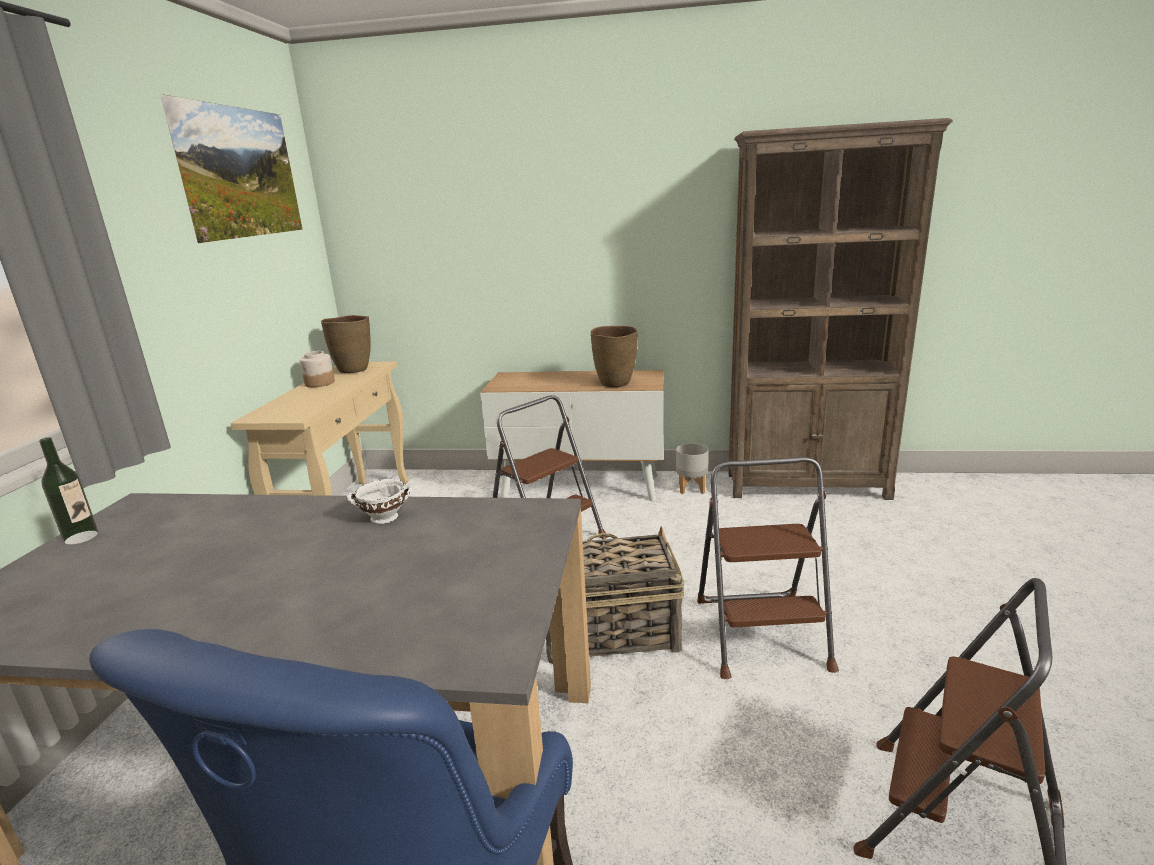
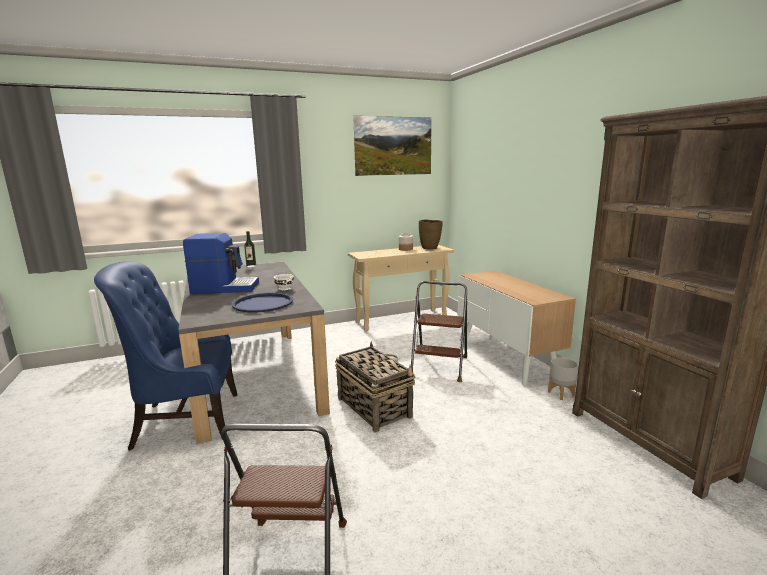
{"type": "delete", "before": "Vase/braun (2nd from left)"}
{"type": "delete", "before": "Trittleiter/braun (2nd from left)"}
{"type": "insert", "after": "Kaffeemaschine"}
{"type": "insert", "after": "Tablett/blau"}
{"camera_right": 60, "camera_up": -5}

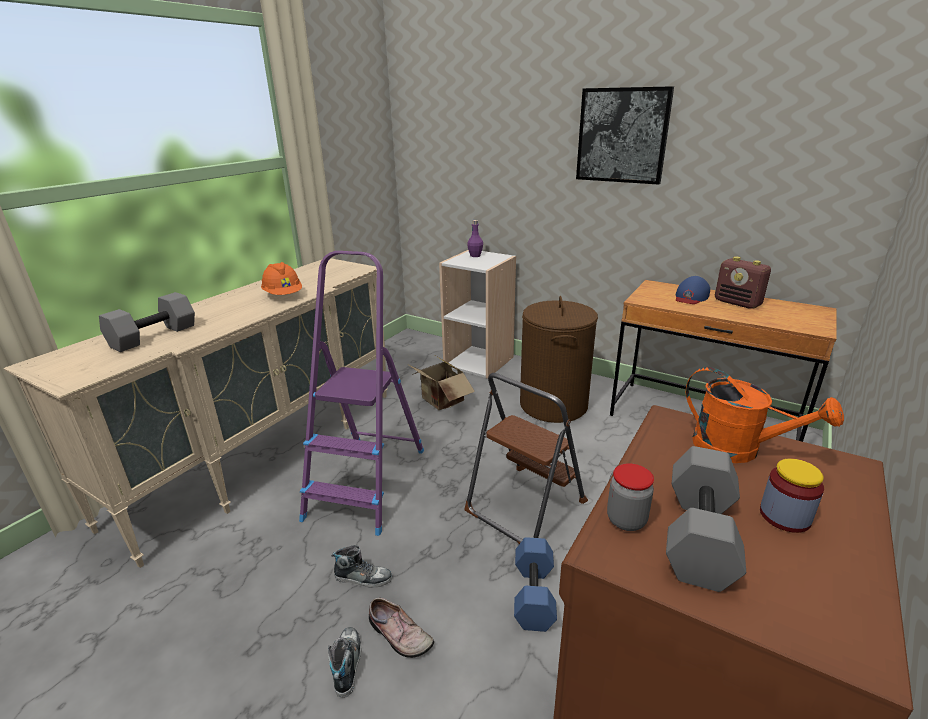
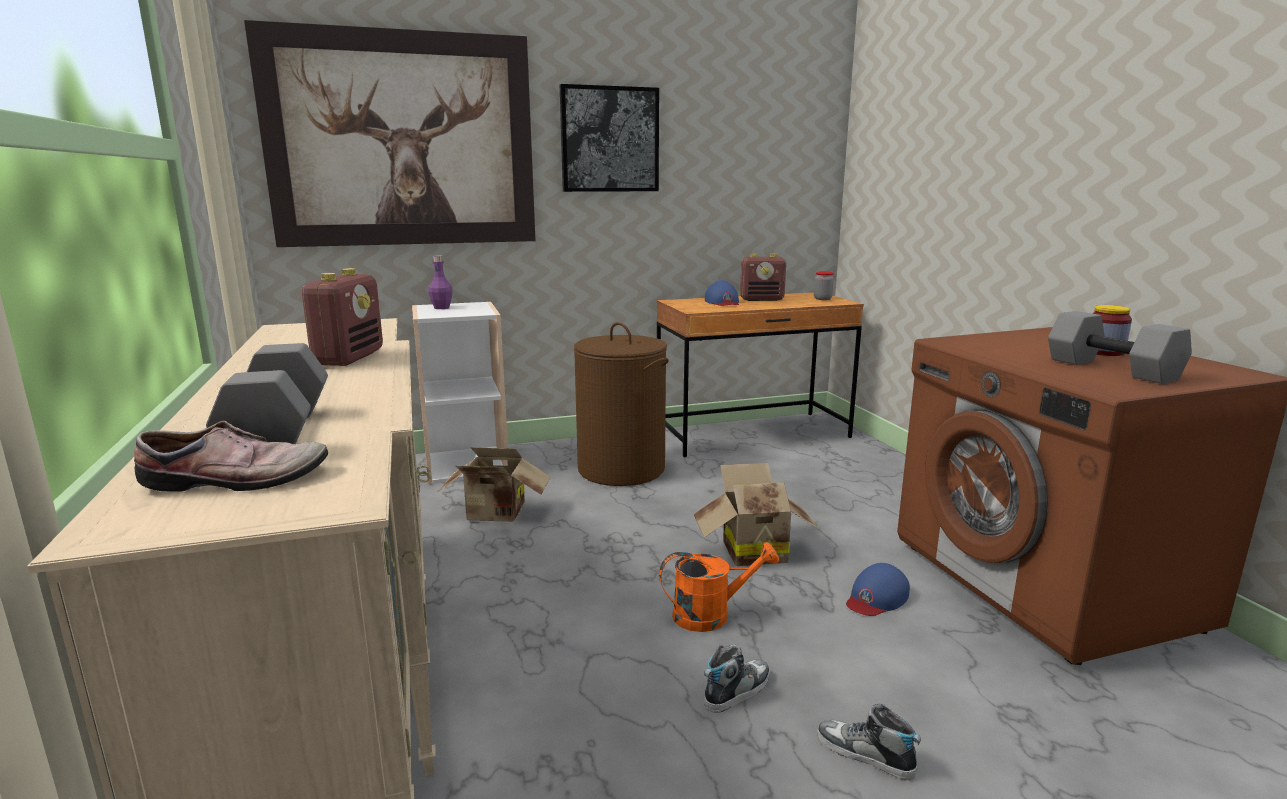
{"type": "delete", "before": "Trittleiter/lila"}
{"type": "replace", "before": "Schutzhelm/orange", "after": "Radio (1st from left)"}
{"type": "move", "before": "Gießkanne/orange"}
{"type": "replace", "before": "Trittleiter/braun", "after": "Karton (2nd from left)"}
{"type": "move", "before": "Vorratsglas (1st from left)"}
{"type": "replace", "before": "Hantel/blau", "after": "Kappe/blau (2nd from left)"}
{"type": "move", "before": "Schuh (3rd from left in the first image)", "after": "Schuh (1st from left)"}
{"type": "insert", "after": "Bild (1st from left)"}
{"camera_right": -50, "camera_up": -10}

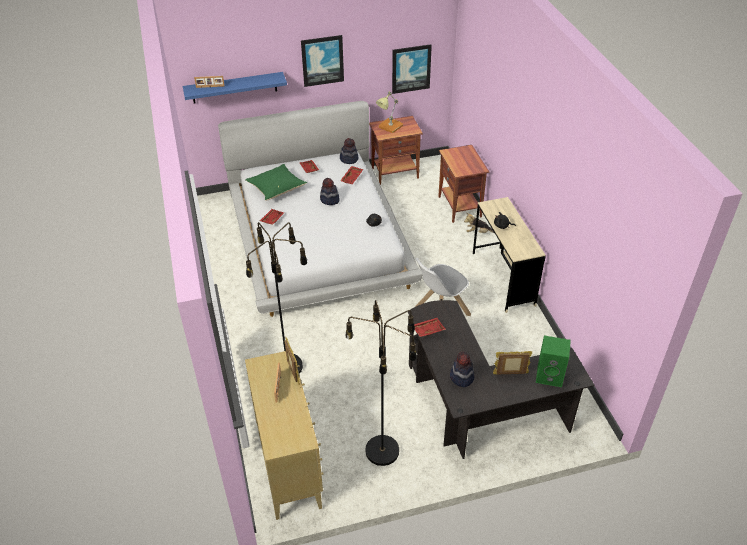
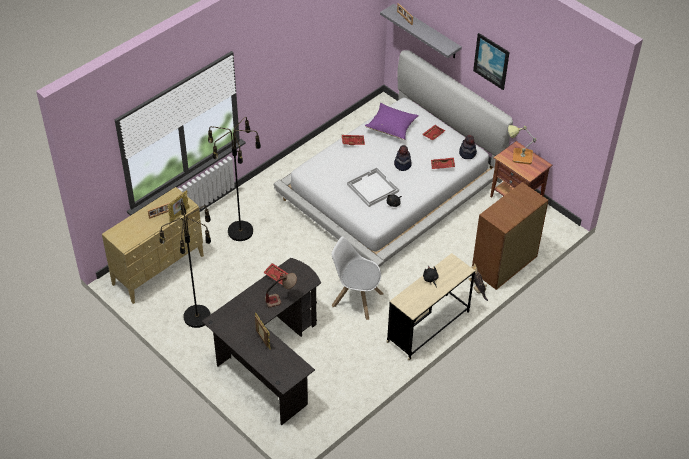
{"type": "delete", "before": "Bild (2nd from left)"}
{"type": "recolor", "before": "Wandregal/blau", "after": "Wandregal/grau"}
{"type": "replace", "before": "Nachttisch (2nd from left)", "after": "Schrank/braun"}
{"type": "recolor", "before": "Kissen/grün", "after": "Kissen/lila"}
{"type": "delete", "before": "Lautsprecher/grün"}
{"type": "delete", "before": "Hut (3rd from left)"}
{"type": "insert", "after": "Tablett/weiß"}
{"type": "insert", "after": "Tischlampe (1st from left)"}
{"camera_right": 60, "camera_up": 5}

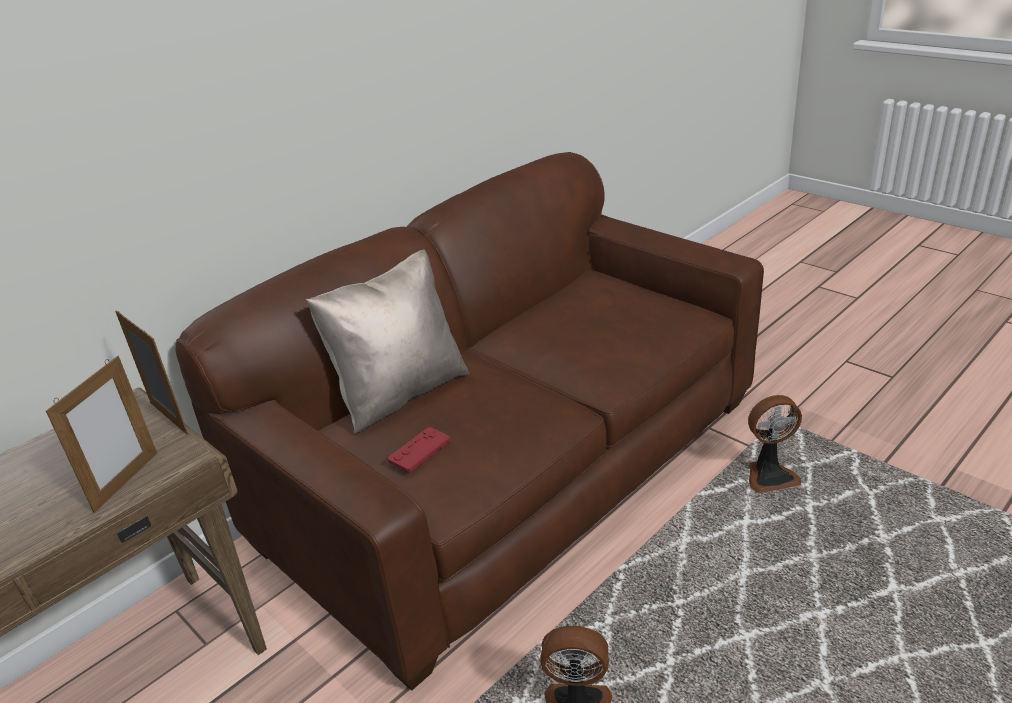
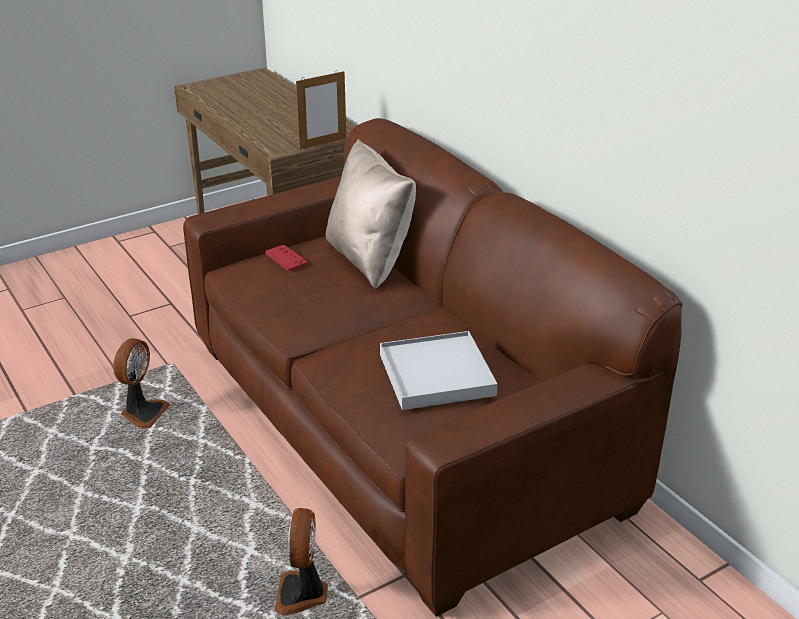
{"type": "delete", "before": "Bilderrahmen (1st from left)"}
{"type": "insert", "after": "Tablett/weiß"}
{"camera_right": 100, "camera_up": 0}

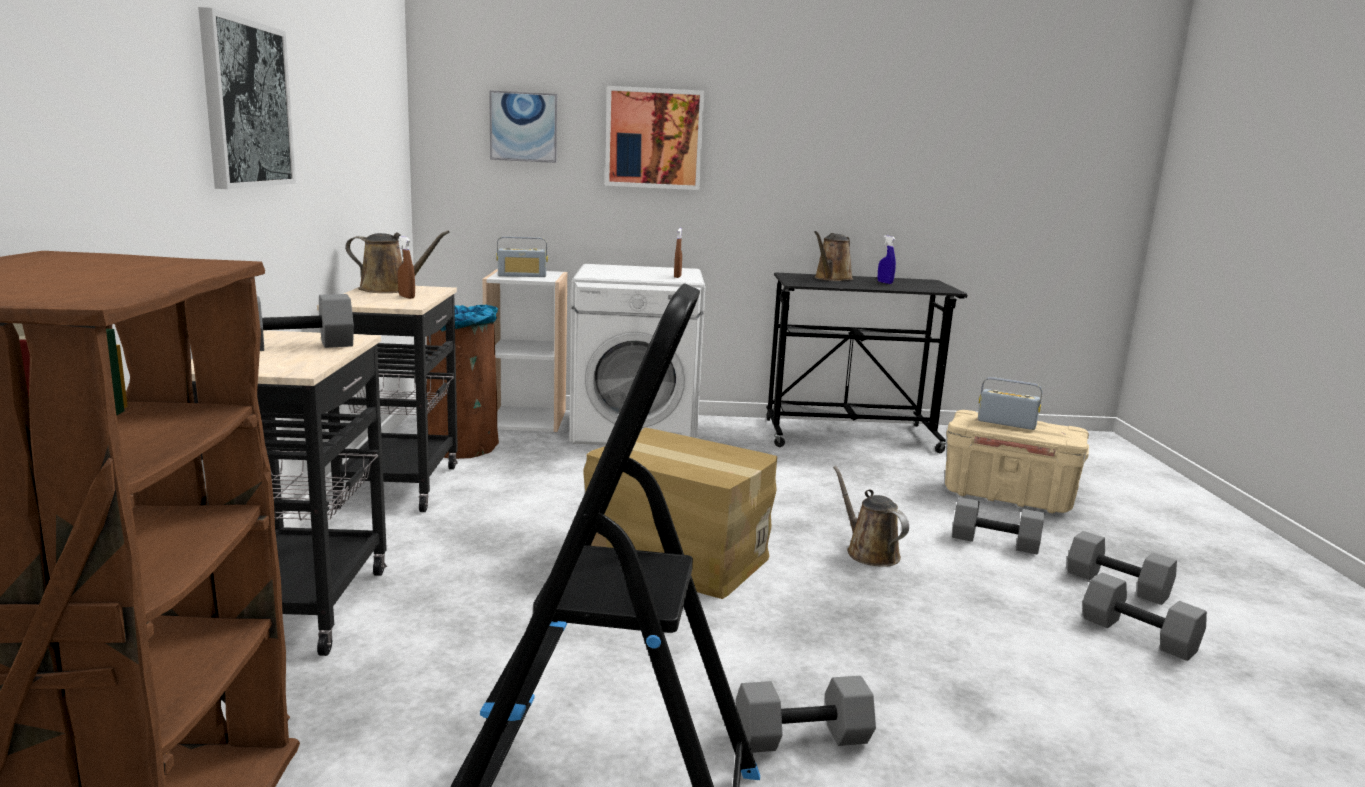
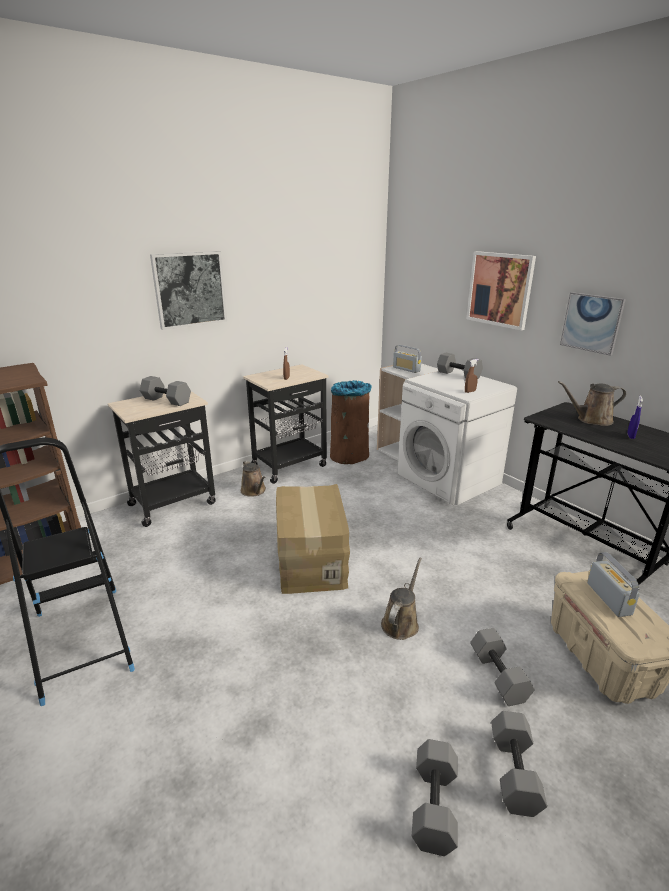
{"type": "move", "before": "Bild (2nd from left in the first image)", "after": "Bild (3rd from left)"}
{"type": "move", "before": "Gießkanne/braun (1st from left)"}
{"type": "move", "before": "Hantel/grau (2nd from left in the first image)", "after": "Hantel/grau (3rd from left)"}
{"camera_right": 55, "camera_up": 10}

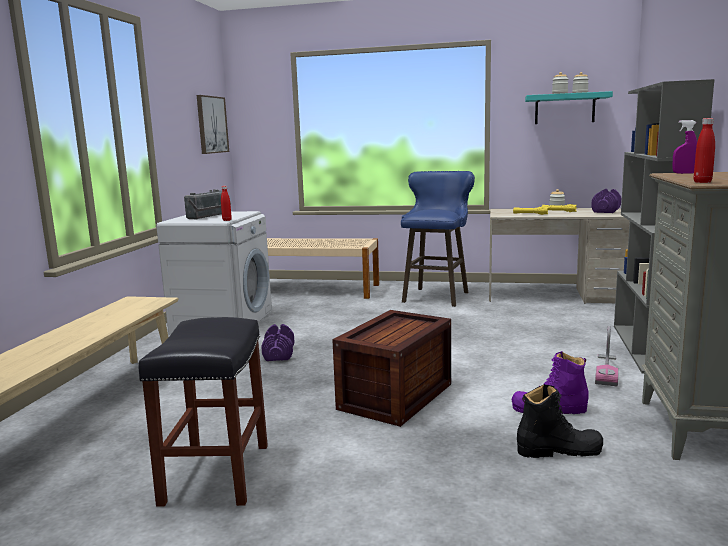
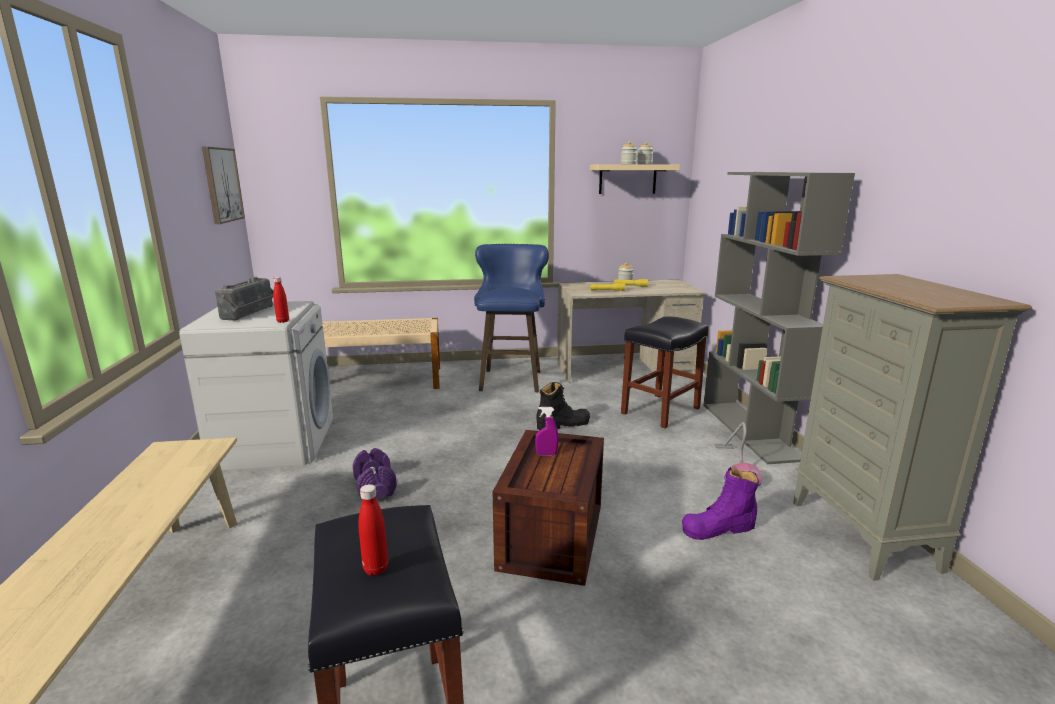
{"type": "recolor", "before": "Wandregal/türkis", "after": "Wandregal/beige"}
{"type": "move", "before": "Flasche/rot (2nd from left)"}
{"type": "move", "before": "Sprühflasche/lila"}
{"type": "delete", "before": "Hantel/lila (2nd from left)"}
{"type": "move", "before": "Stiefel/schwarz"}
{"type": "insert", "after": "Hocker/schwarz (2nd from left)"}
{"camera_right": -20, "camera_up": 5}

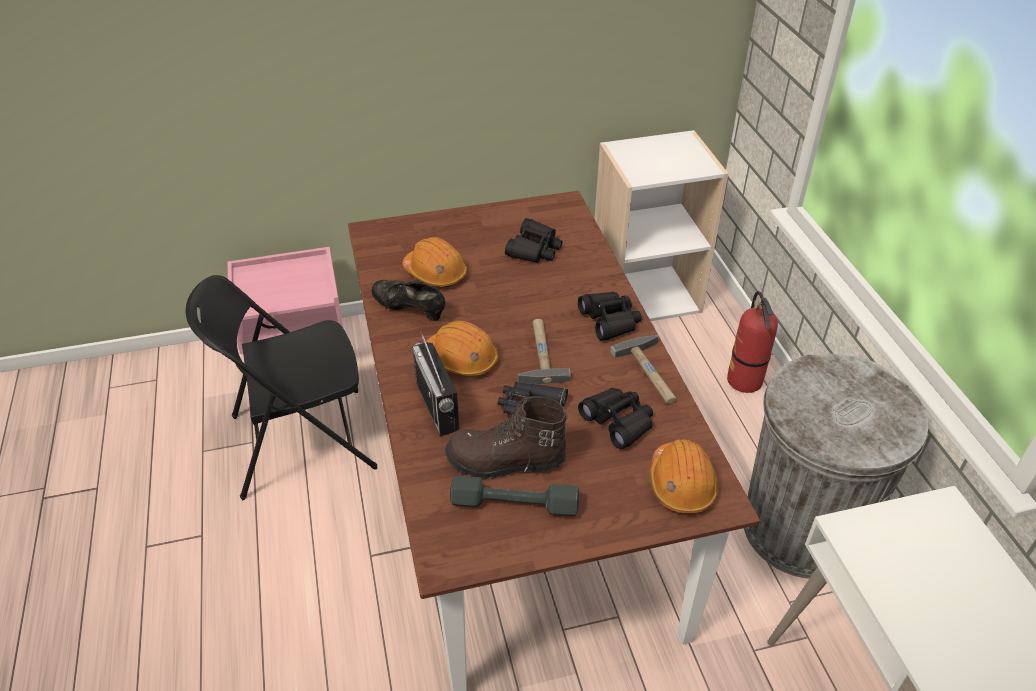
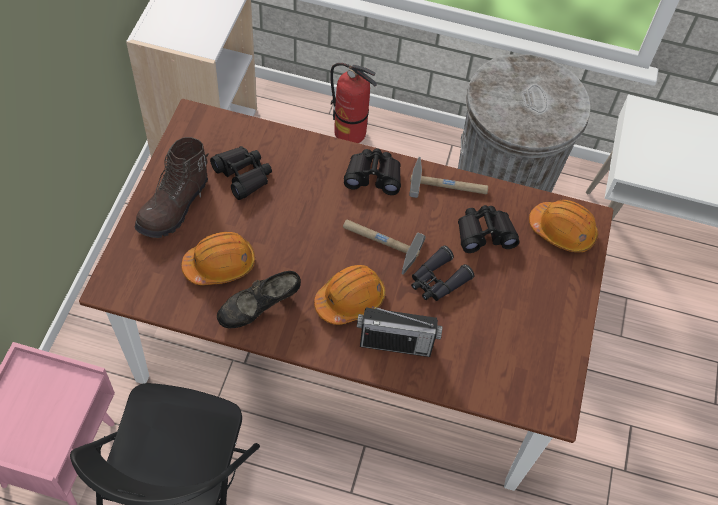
{"type": "move", "before": "Stiefel/braun"}
{"type": "delete", "before": "Hantel/grau"}
{"camera_right": -65, "camera_up": 15}

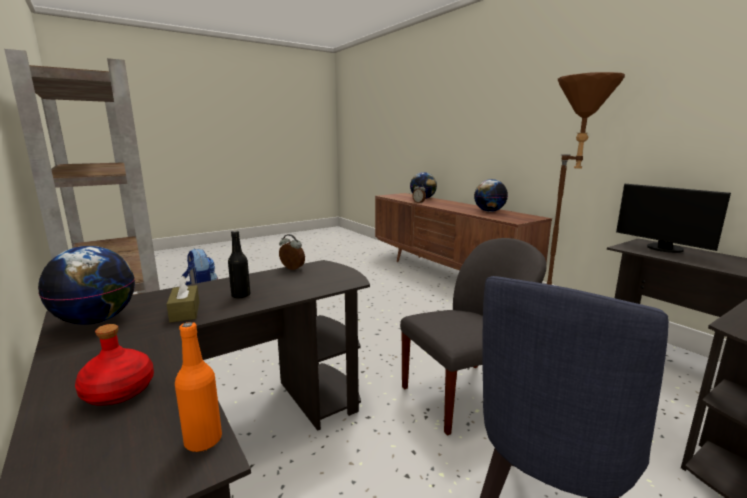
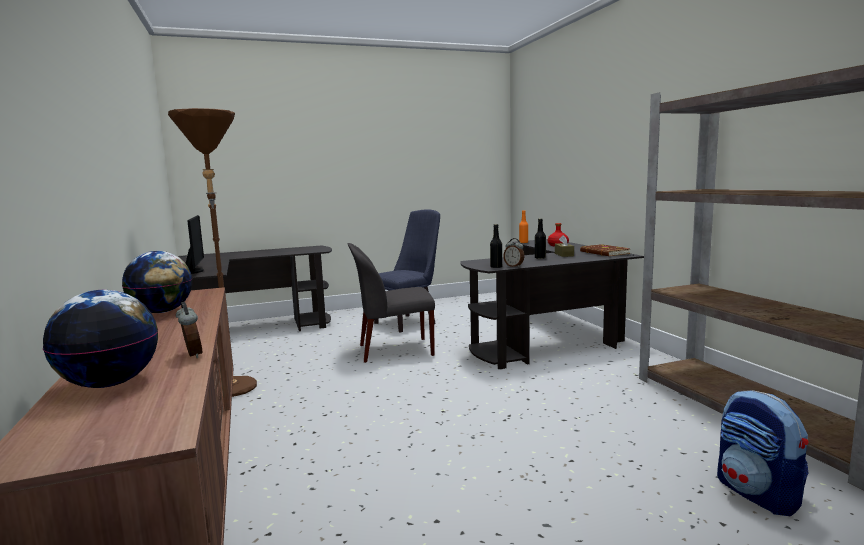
{"type": "replace", "before": "Globus (1st from left)", "after": "Buch/braun"}
{"type": "insert", "after": "Flasche/schwarz (1st from left)"}
{"camera_right": -165, "camera_up": -5}

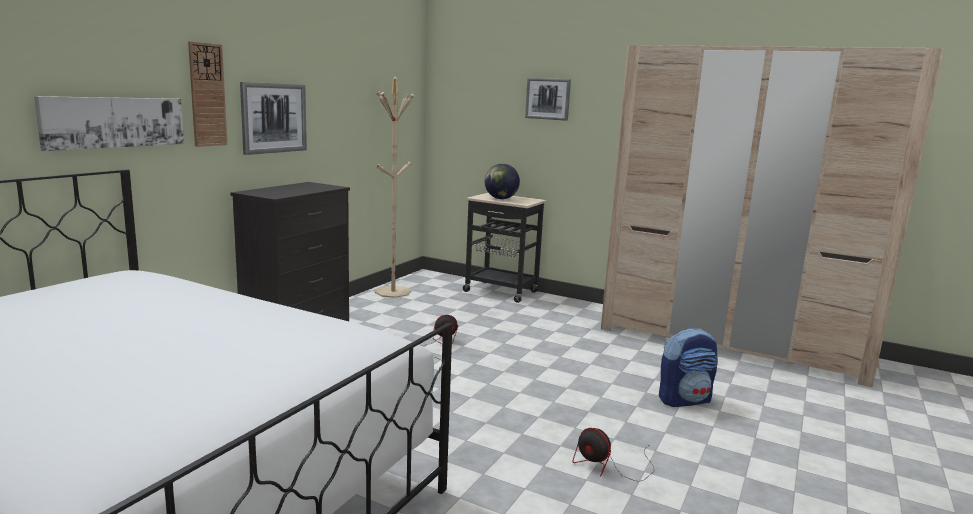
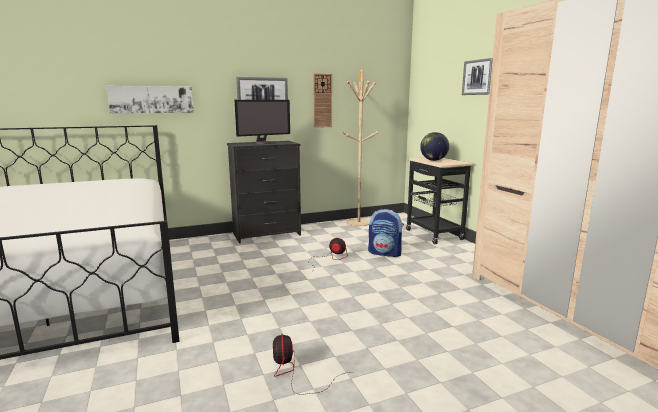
{"type": "move", "before": "Wanduhr"}
{"type": "move", "before": "Rucksack"}
{"type": "insert", "after": "Monitor"}
{"camera_right": 40, "camera_up": 0}

